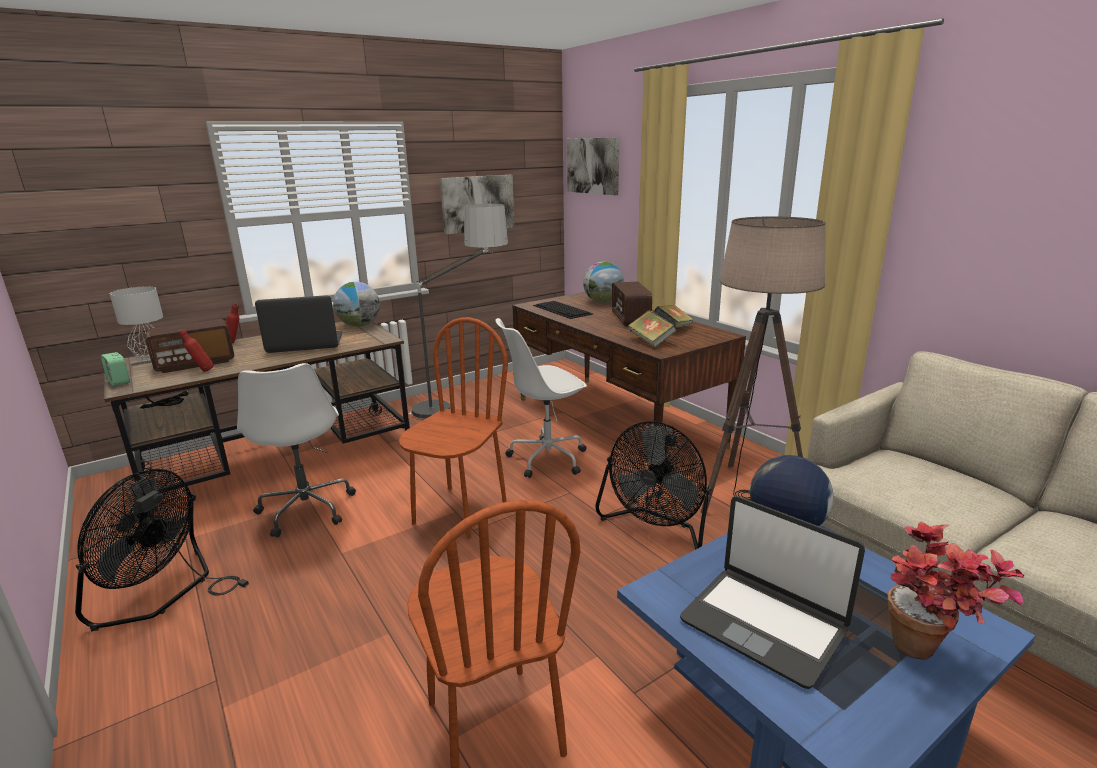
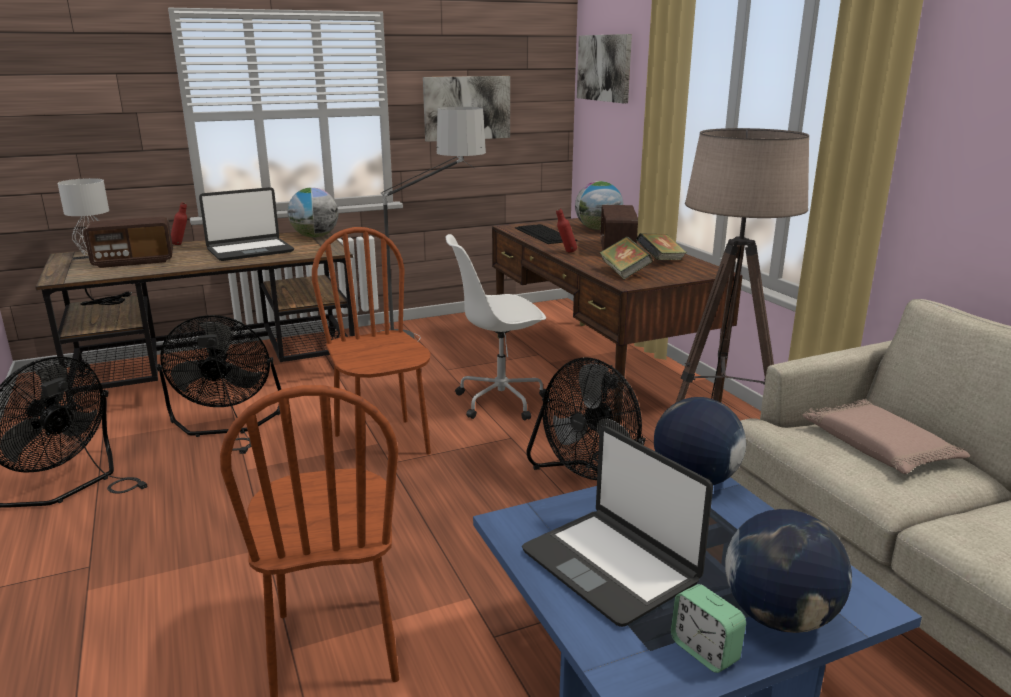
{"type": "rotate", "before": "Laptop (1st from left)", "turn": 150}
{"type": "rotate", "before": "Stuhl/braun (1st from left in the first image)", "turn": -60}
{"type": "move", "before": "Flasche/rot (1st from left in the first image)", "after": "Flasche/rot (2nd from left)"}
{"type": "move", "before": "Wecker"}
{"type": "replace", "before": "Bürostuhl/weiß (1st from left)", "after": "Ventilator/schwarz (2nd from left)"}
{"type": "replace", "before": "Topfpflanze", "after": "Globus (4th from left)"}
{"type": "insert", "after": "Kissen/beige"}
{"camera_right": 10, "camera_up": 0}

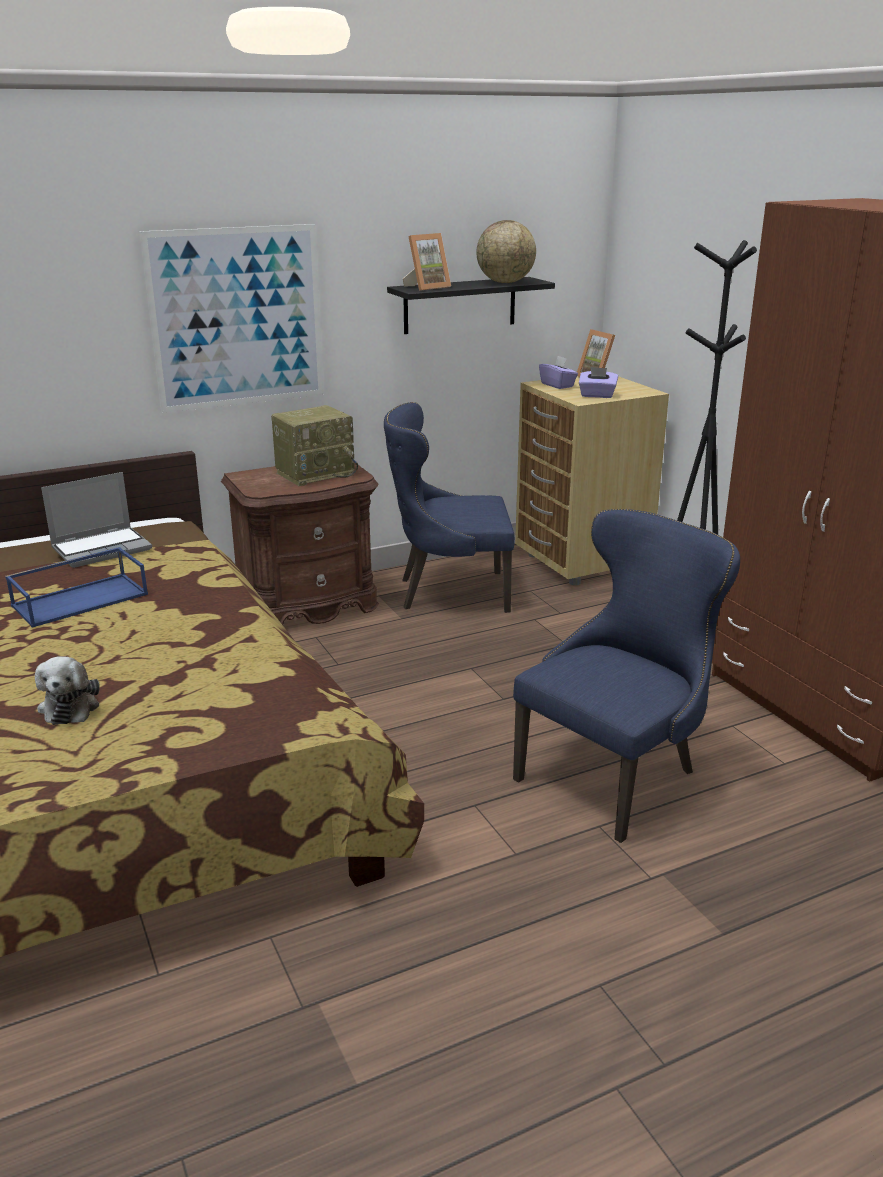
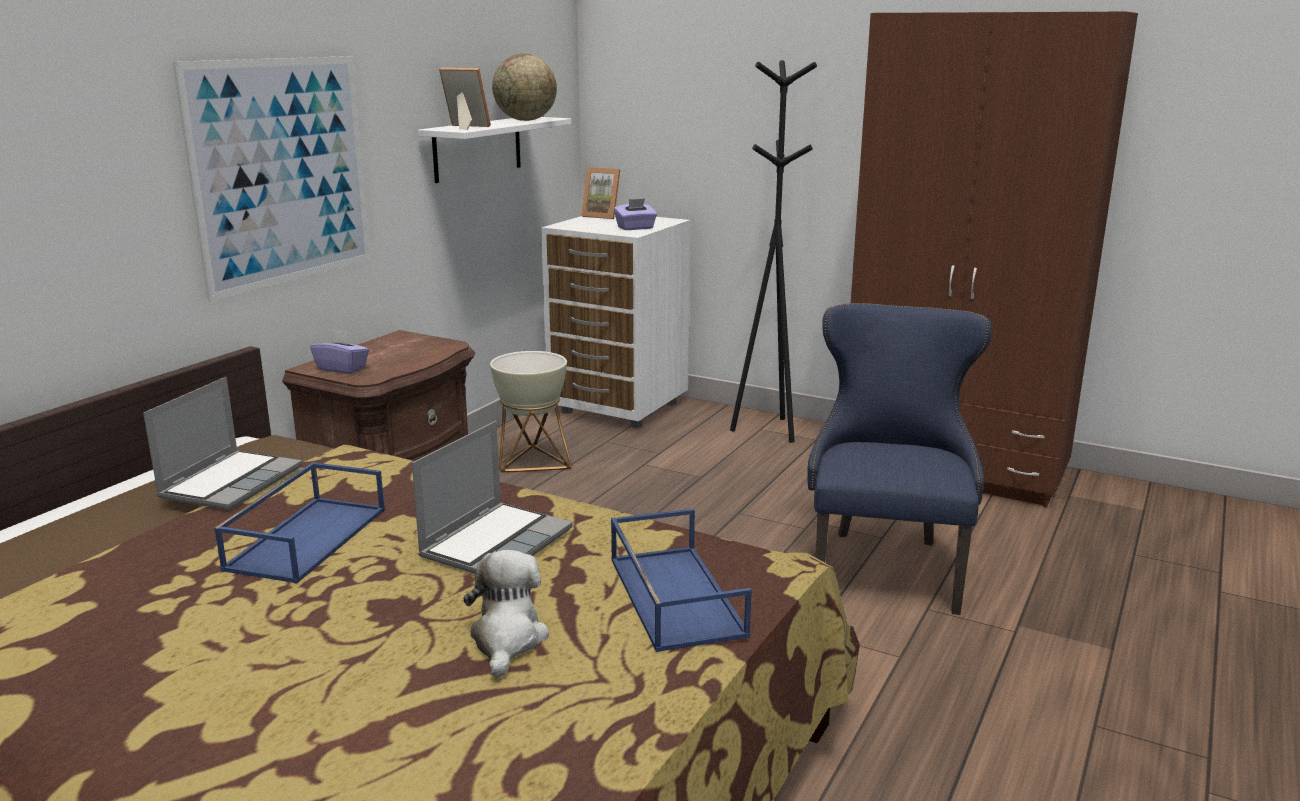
{"type": "rotate", "before": "Bilderrahmen (1st from left)", "turn": -90}
{"type": "recolor", "before": "Wandregal/schwarz", "after": "Wandregal/weiß"}
{"type": "move", "before": "Taschentuchbox/lila (1st from left)"}
{"type": "recolor", "before": "Kommode/braun", "after": "Kommode/weiß"}
{"type": "replace", "before": "Stuhl/blau (1st from left)", "after": "Pflanzkübel"}
{"type": "delete", "before": "Radio"}
{"type": "rotate", "before": "Plüschtier", "turn": -135}
{"type": "insert", "after": "Laptop (2nd from left)"}
{"type": "insert", "after": "Tablett/blau (2nd from left)"}
{"camera_right": -35, "camera_up": -5}

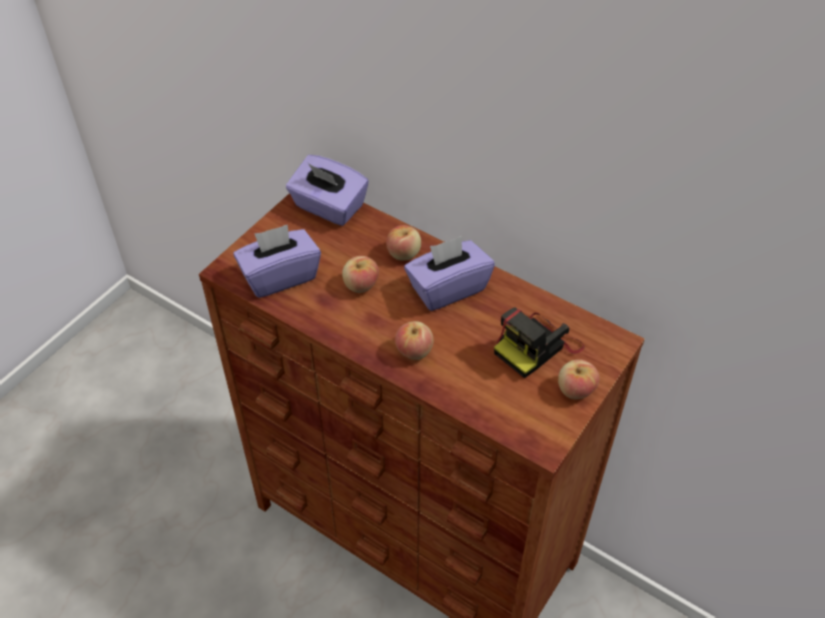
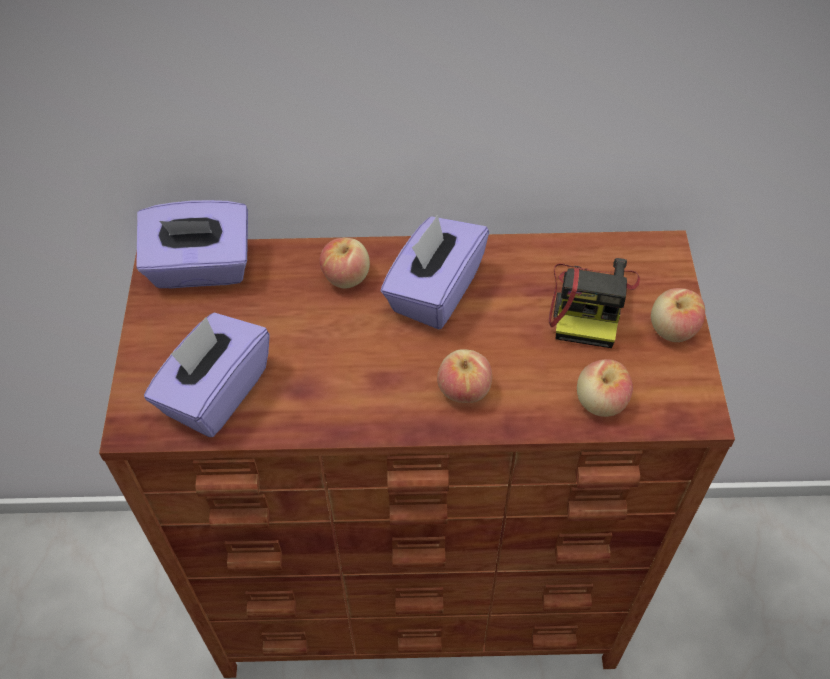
{"type": "move", "before": "Apfel (1st from left in the first image)", "after": "Apfel (3rd from left)"}
{"camera_right": -35, "camera_up": 5}

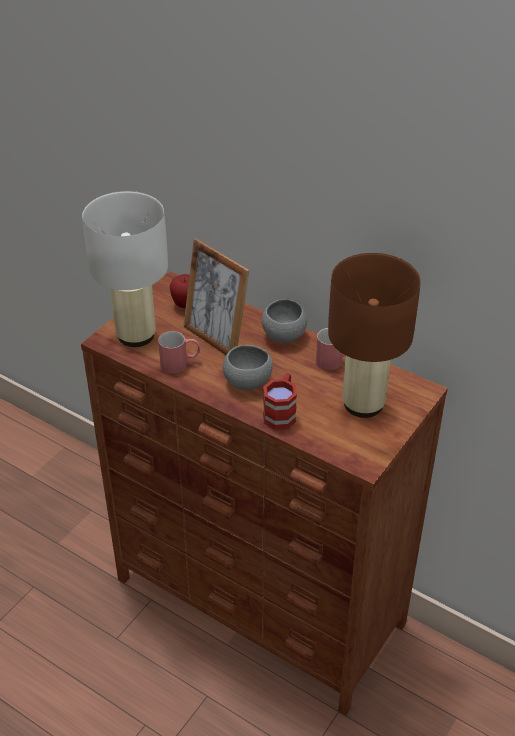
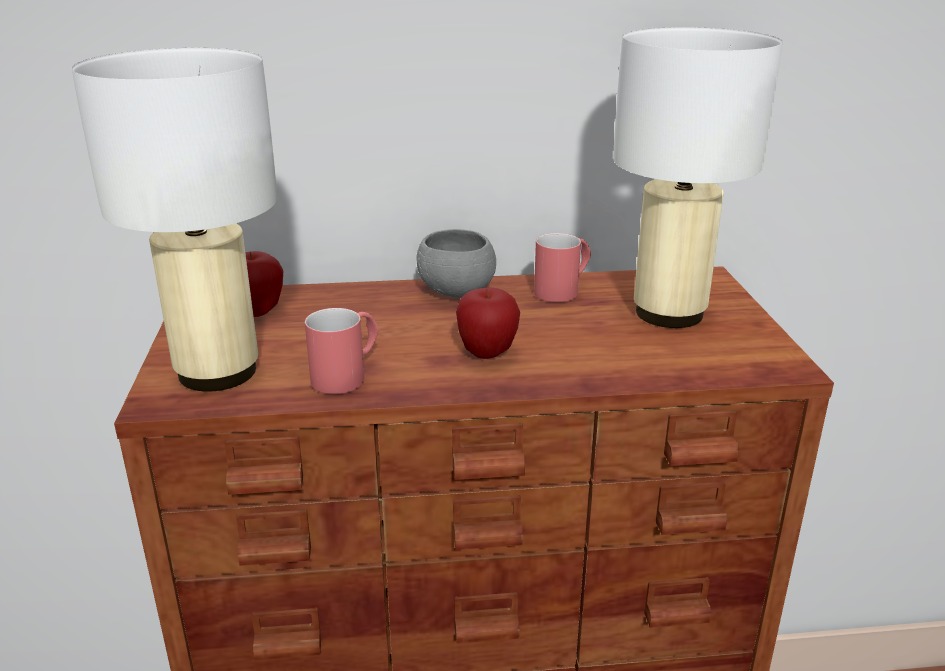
{"type": "delete", "before": "Bilderrahmen"}
{"type": "recolor", "before": "Tischlampe/braun", "after": "Tischlampe/weiß (2nd from left)"}
{"type": "replace", "before": "Schüssel/grau (1st from left)", "after": "Apfel (2nd from left)"}
{"type": "delete", "before": "Henkelbecher/rot (2nd from left)"}
{"camera_right": -40, "camera_up": -15}

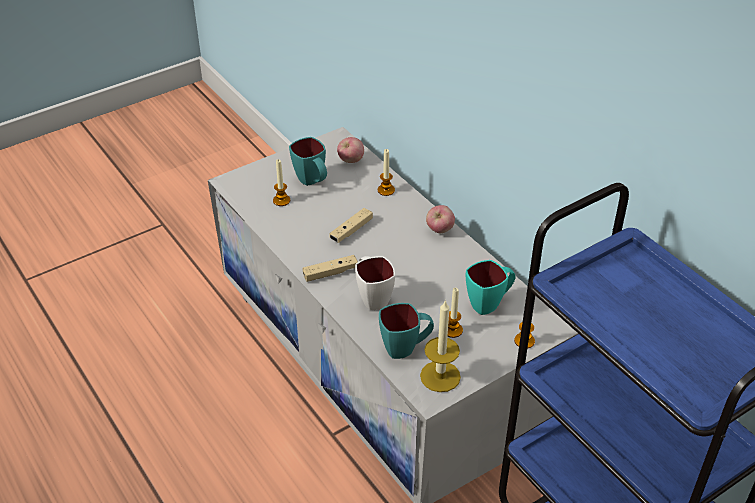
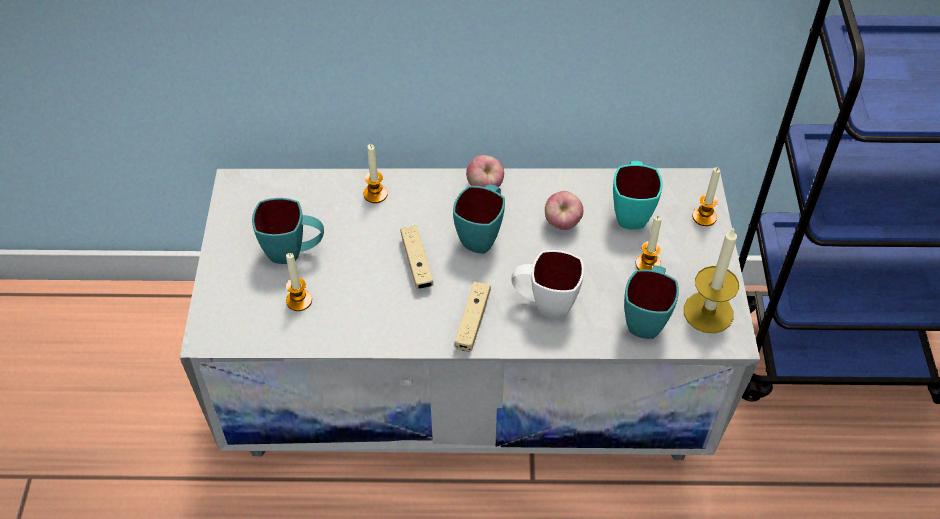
{"type": "move", "before": "Apfel (1st from left in the first image)", "after": "Apfel (2nd from left)"}
{"type": "insert", "after": "Henkelbecher/türkis (2nd from left)"}
{"camera_right": -55, "camera_up": 10}

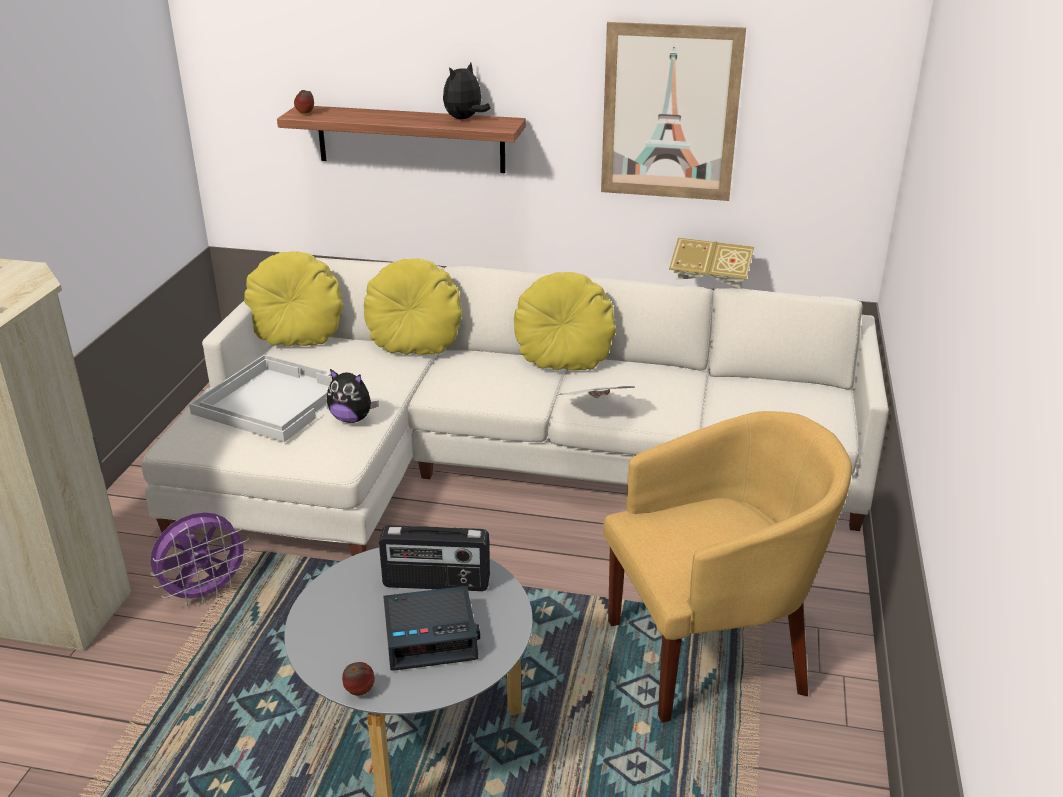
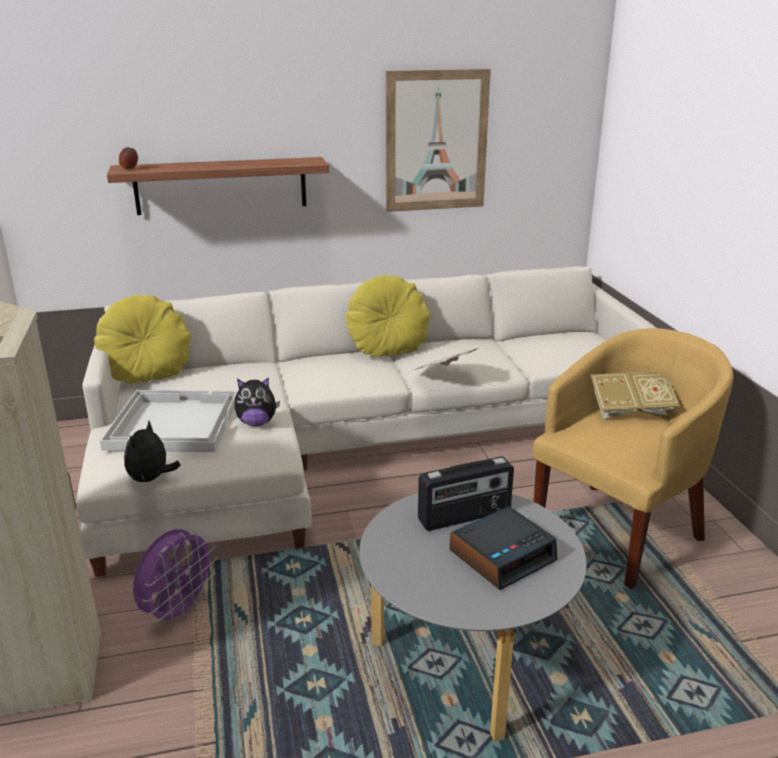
{"type": "move", "before": "Plüschtier (2nd from left in the first image)", "after": "Plüschtier (1st from left)"}
{"type": "move", "before": "Buch"}
{"type": "delete", "before": "Kissen/gelb (2nd from left)"}
{"type": "delete", "before": "Apfel (2nd from left)"}
{"camera_right": -25, "camera_up": -5}

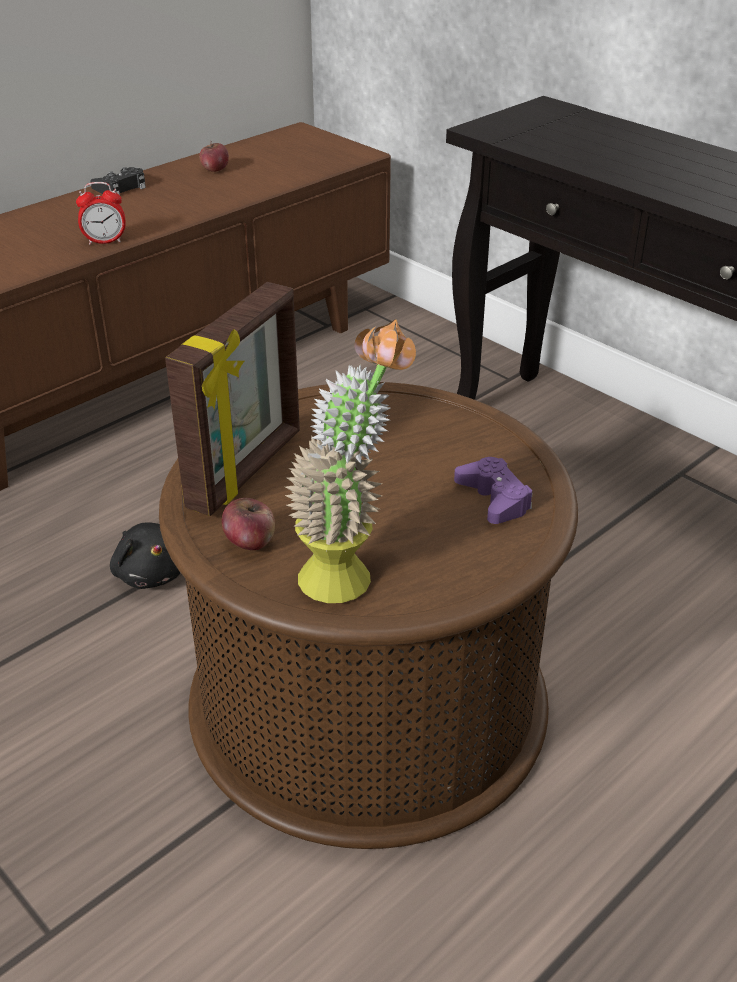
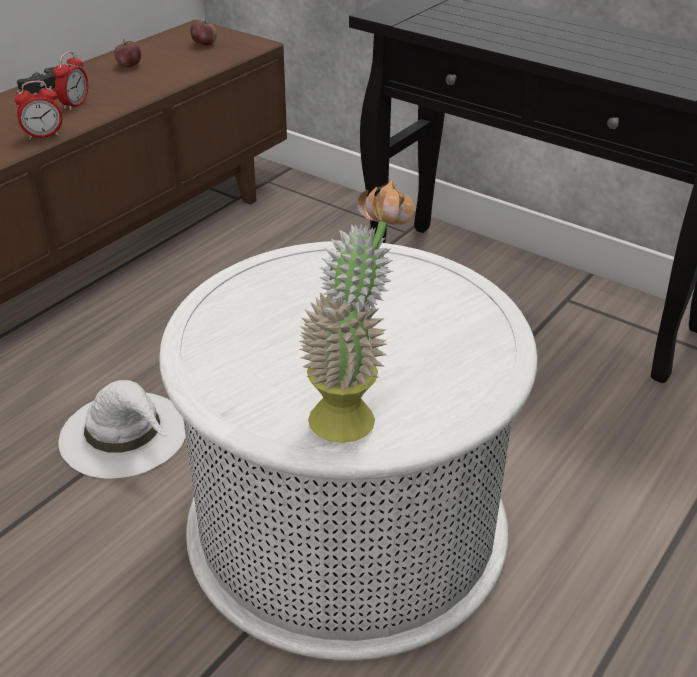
{"type": "delete", "before": "Bilderrahmen"}
{"type": "recolor", "before": "Couchtisch/braun", "after": "Couchtisch/weiß"}
{"type": "delete", "before": "Gamepad/lila"}
{"type": "move", "before": "Apfel (2nd from left)"}
{"type": "replace", "before": "Plüschtier/schwarz", "after": "Hut/weiß"}
{"type": "insert", "after": "Wecker (2nd from left)"}
{"camera_right": -10, "camera_up": 0}

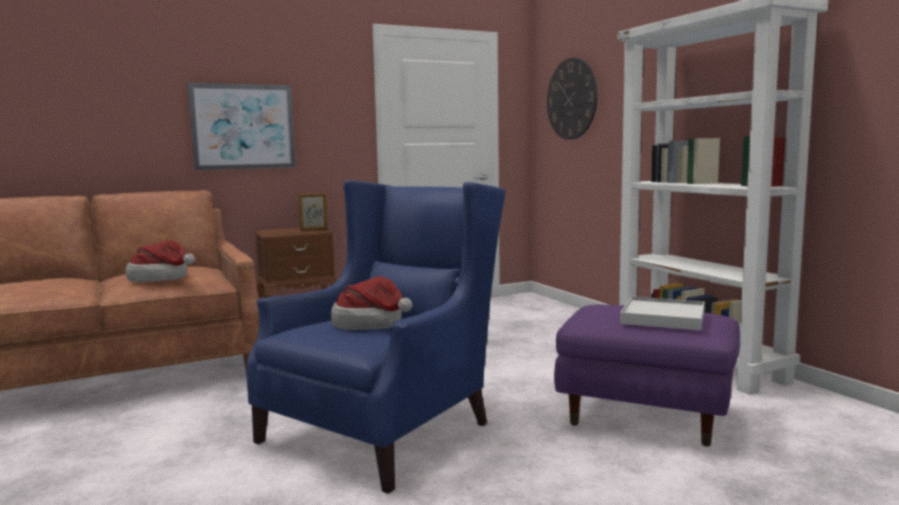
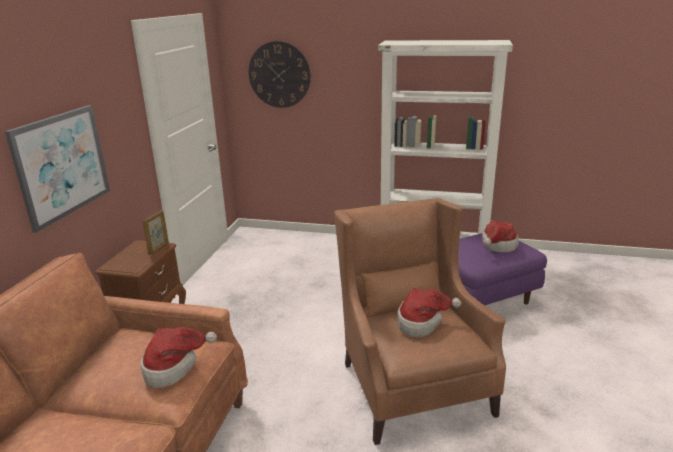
{"type": "recolor", "before": "Sessel/blau", "after": "Sessel/braun"}
{"type": "replace", "before": "Tablett/weiß", "after": "Hut (3rd from left)"}
{"camera_right": -50, "camera_up": 15}

